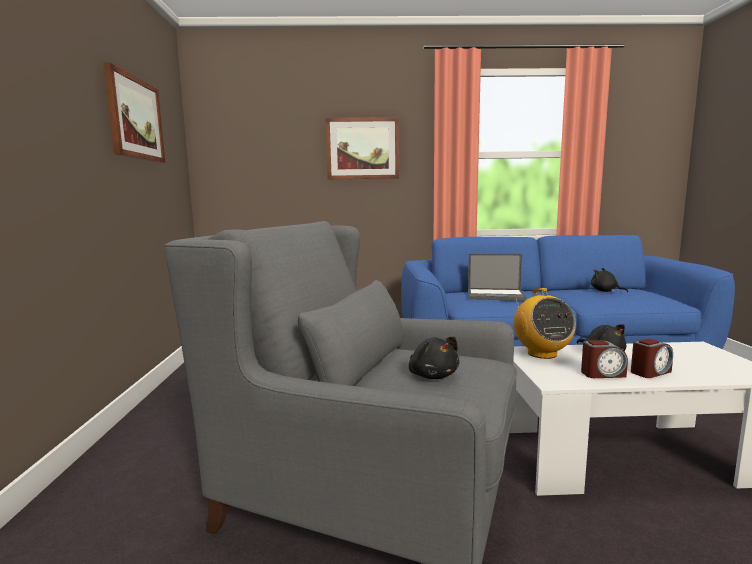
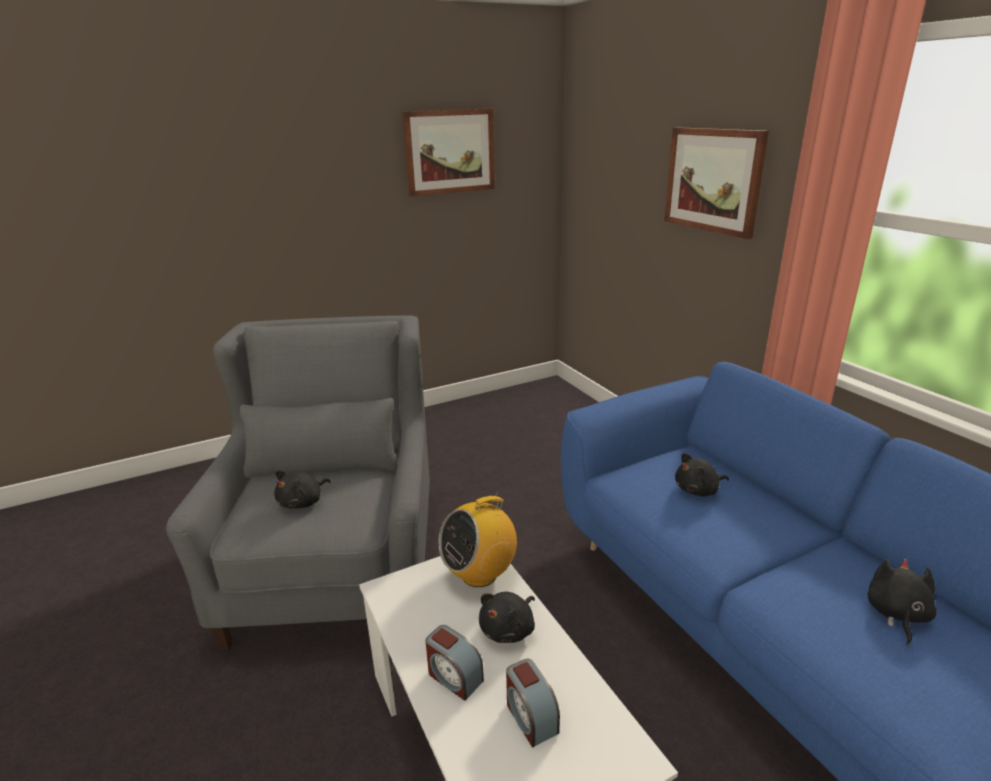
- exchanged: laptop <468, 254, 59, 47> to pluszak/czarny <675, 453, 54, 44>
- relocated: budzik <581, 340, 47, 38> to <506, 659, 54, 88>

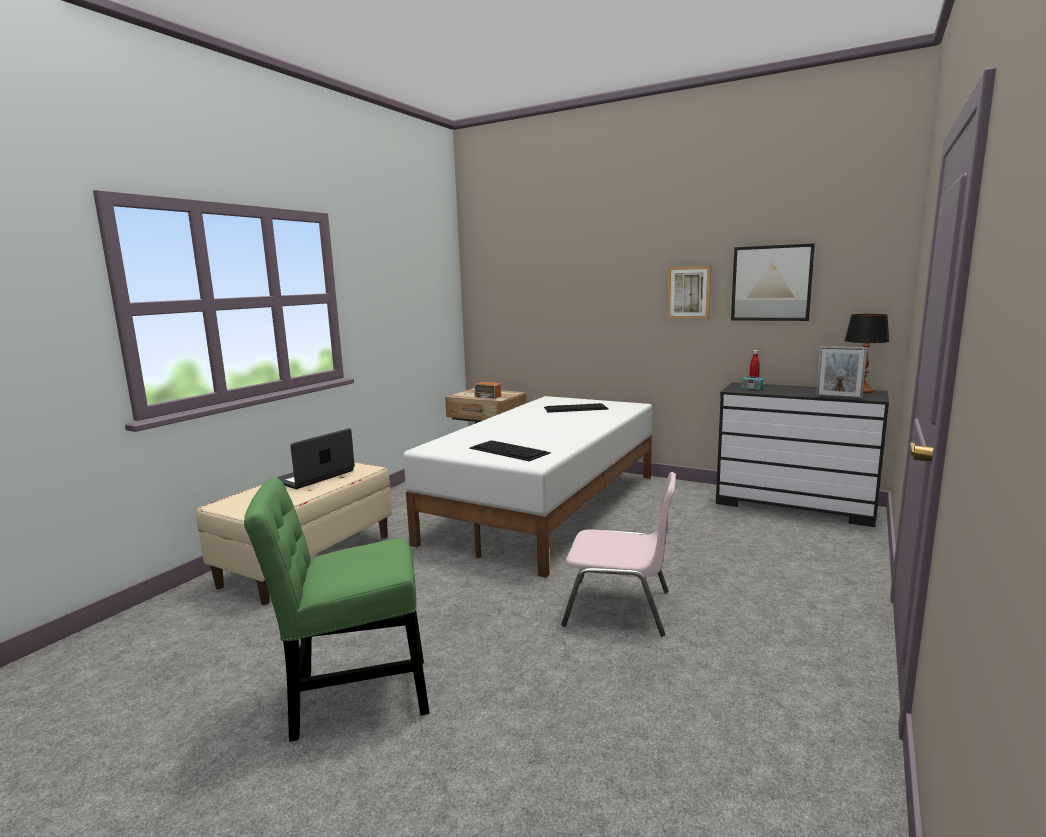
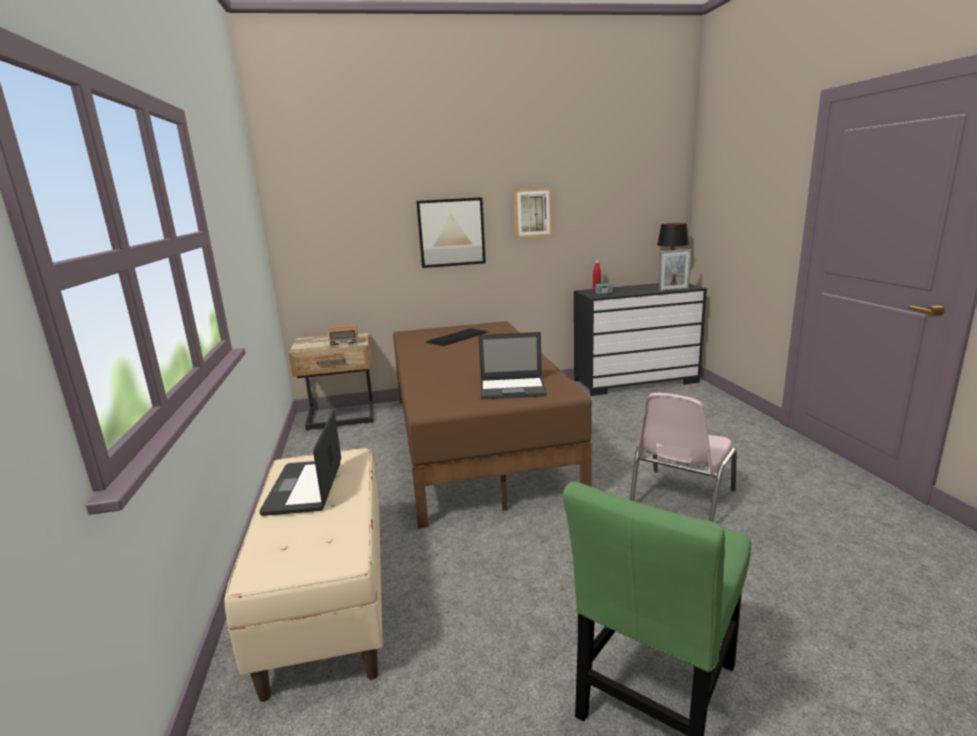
- relocated: obraz <731, 243, 84, 78> to <416, 197, 70, 71>
- colour: łóżko/biały <404, 396, 248, 182> to łóżko/brązowy <393, 321, 199, 208>
- exchanged: klawiatura <469, 440, 82, 21> to laptop <478, 332, 69, 68>
- spun: krzesło/różowy <561, 472, 115, 165> = <630, 393, 107, 129> 150 degrees clockwise

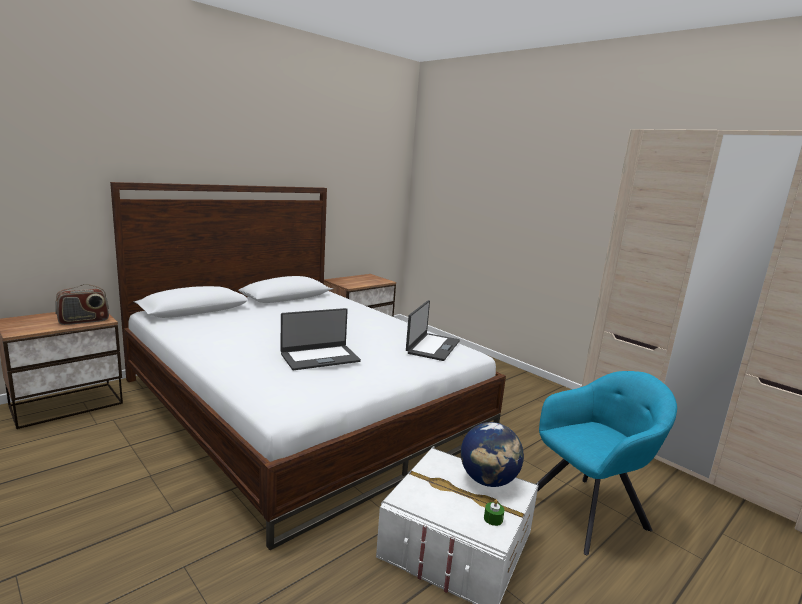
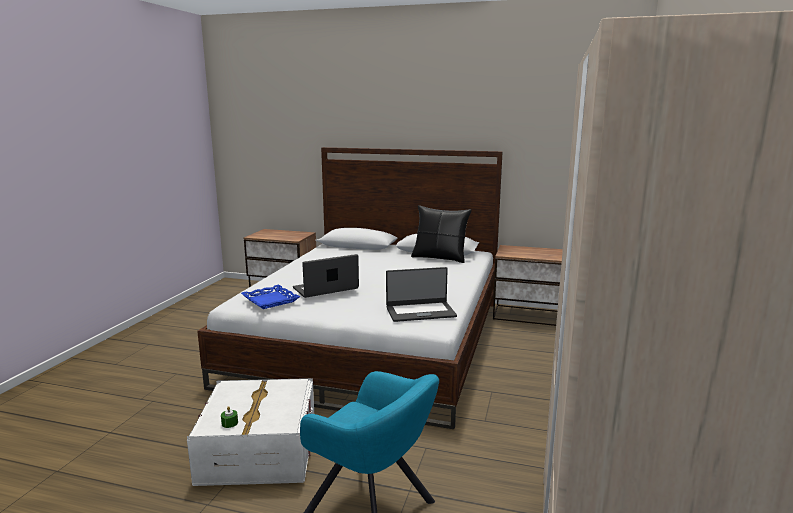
- missing: radio <55, 284, 54, 41>
- spun: laptop <280, 308, 81, 62> = <293, 254, 66, 44> 120 degrees clockwise
- missing: globus <461, 422, 63, 65>
- appeared: poduszka/czarny <411, 205, 61, 58>
- appeared: taca/niebieski <241, 285, 59, 24>

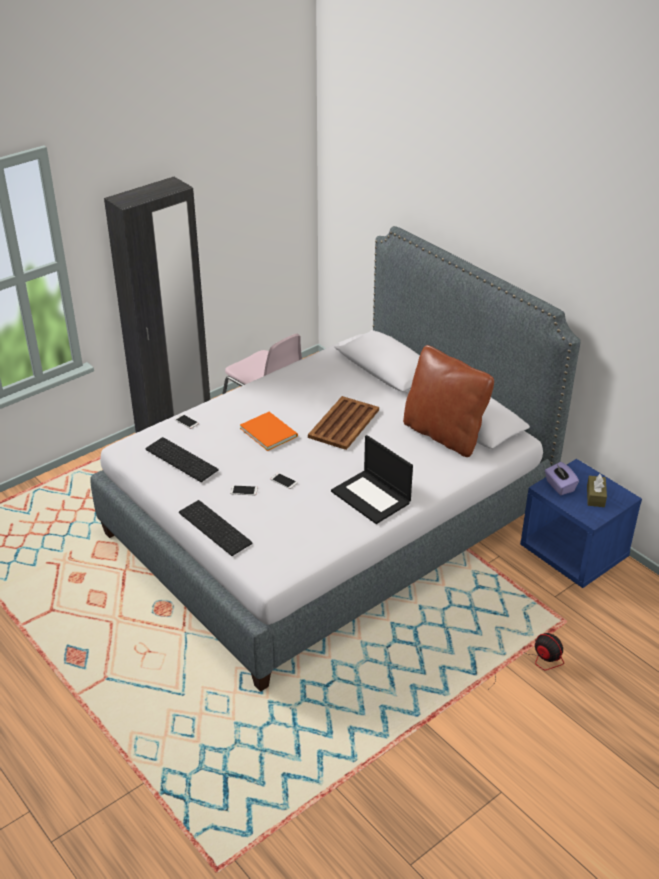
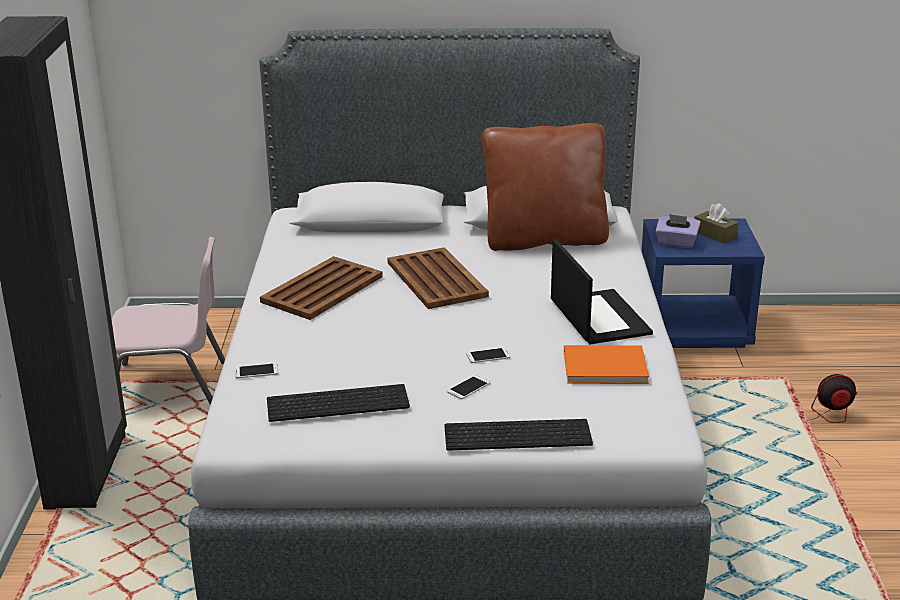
- relocated: książka/pomarańczowy <240, 412, 58, 39> to <564, 345, 85, 39>
- spun: laptop <331, 435, 82, 89> = <551, 239, 102, 105> 105 degrees counterclockwise
- appeared: taca/brązowy <260, 256, 123, 64>

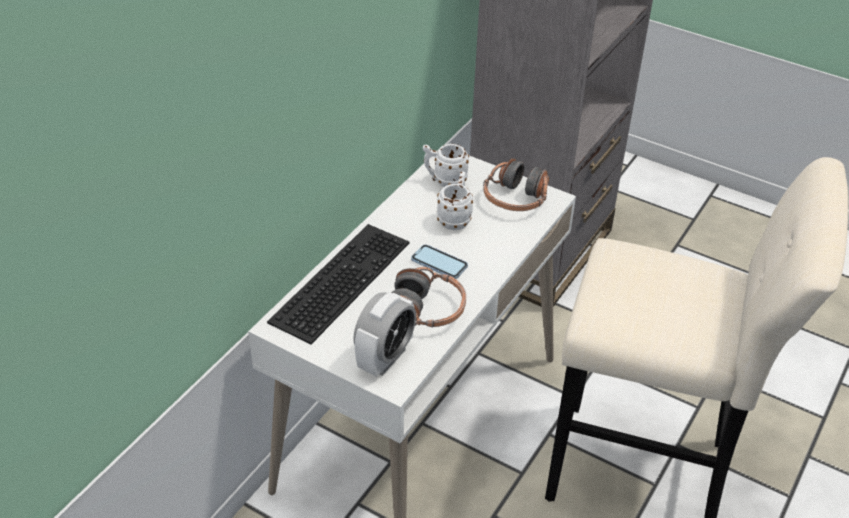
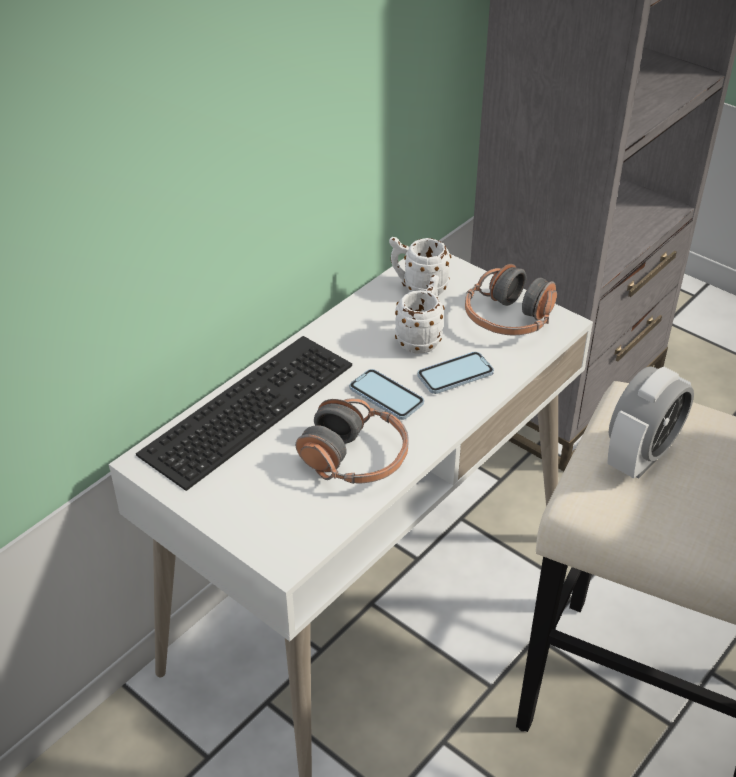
- relocated: budzik <353, 292, 63, 85> to <607, 366, 87, 113>
- appeared: telefon <417, 352, 77, 42>

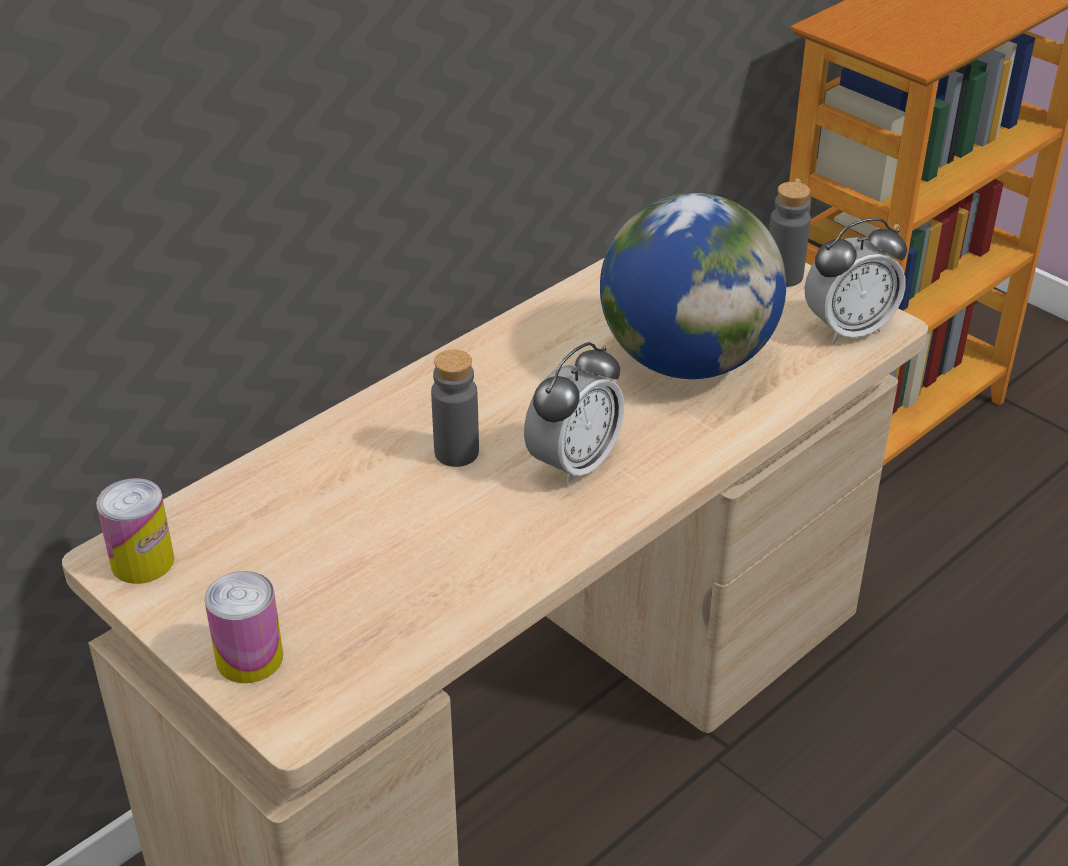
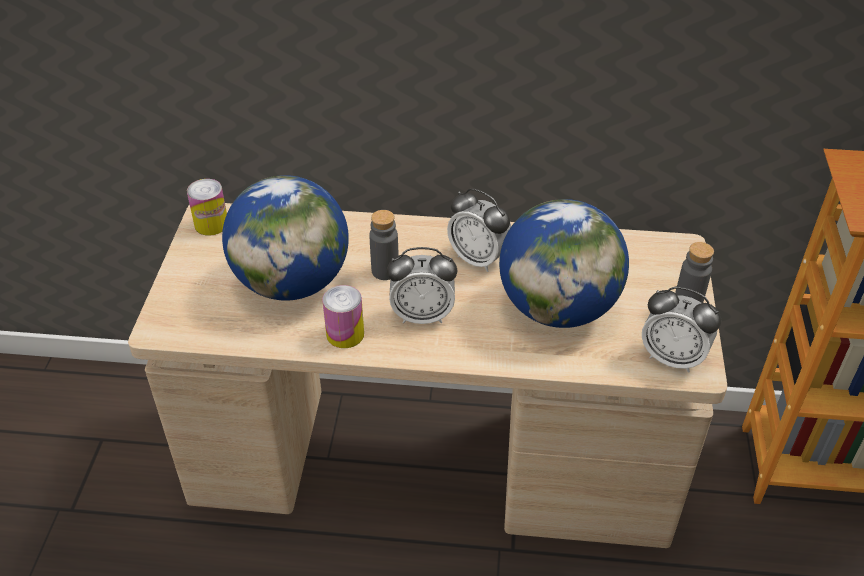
- relocated: puszka <204, 571, 79, 112> to <322, 285, 42, 63>
- appeared: globus <222, 175, 127, 126>
- appeared: budzik <447, 188, 64, 84>

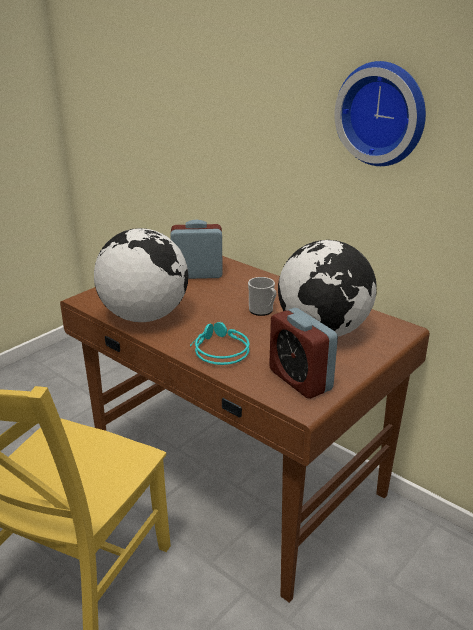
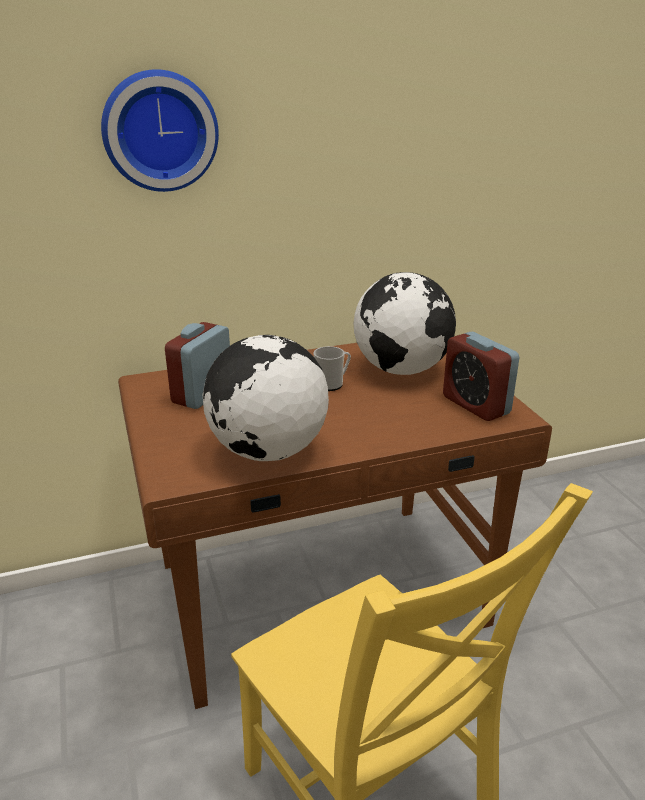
- relocated: zegar ścienny <334, 61, 92, 105> to <101, 69, 118, 123>
- spun: budzik <269, 308, 69, 91> = <443, 332, 76, 89> 60 degrees clockwise
- missing: słuchawki/turkusowy <190, 322, 60, 43>

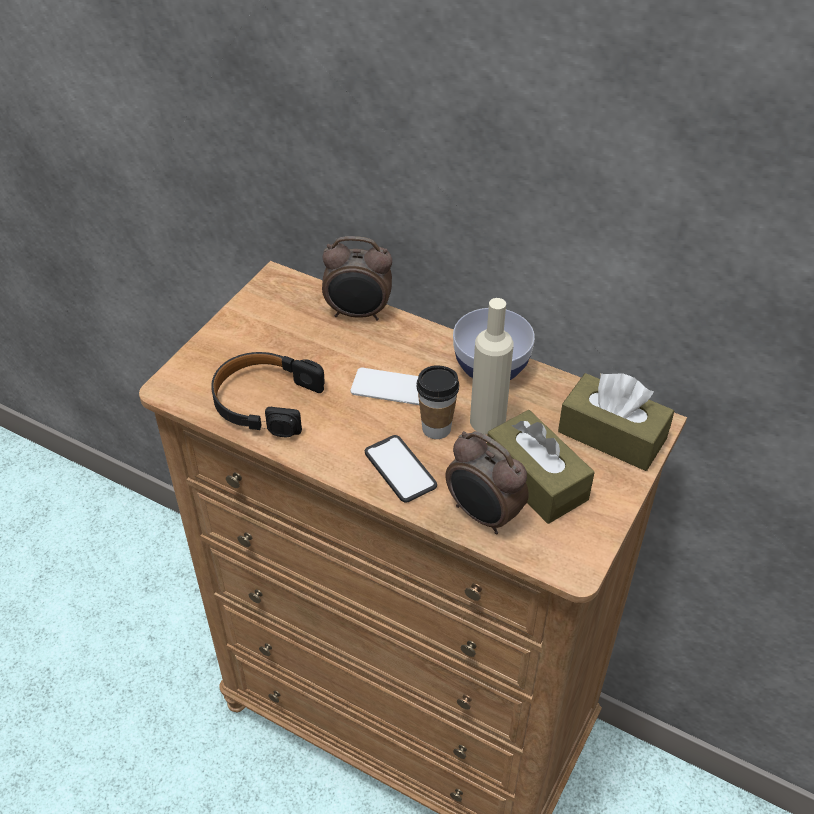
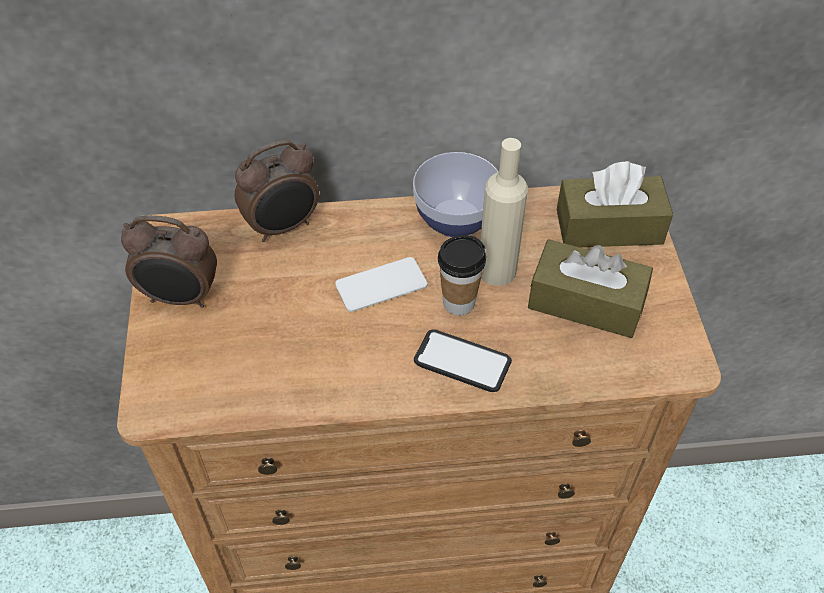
- missing: słuchawki/czarny <211, 352, 114, 85>
- relocated: budzik <446, 431, 83, 103> to <121, 215, 96, 93>

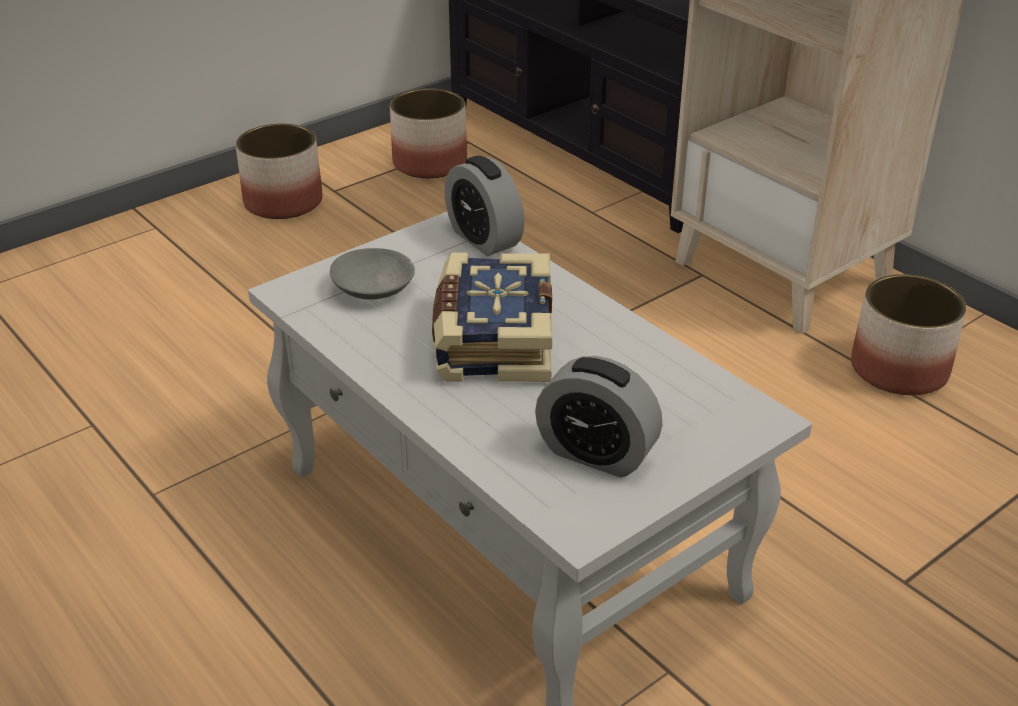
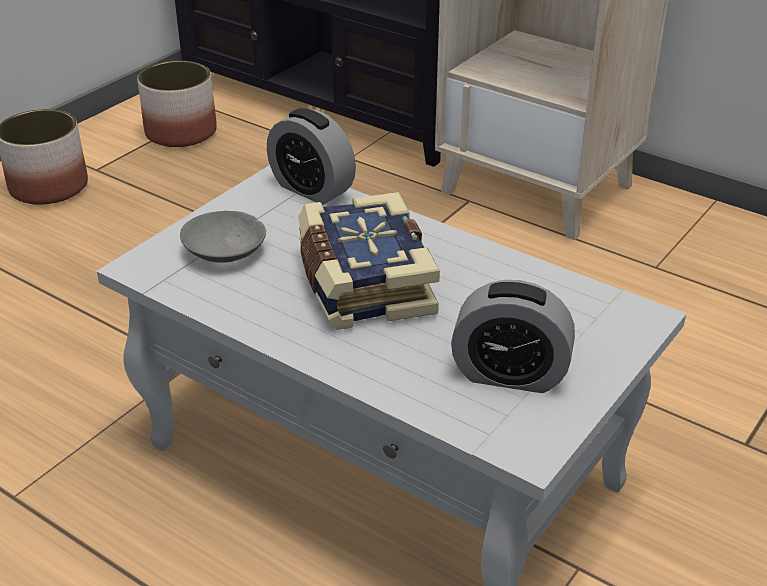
- missing: donica <851, 274, 116, 121>

